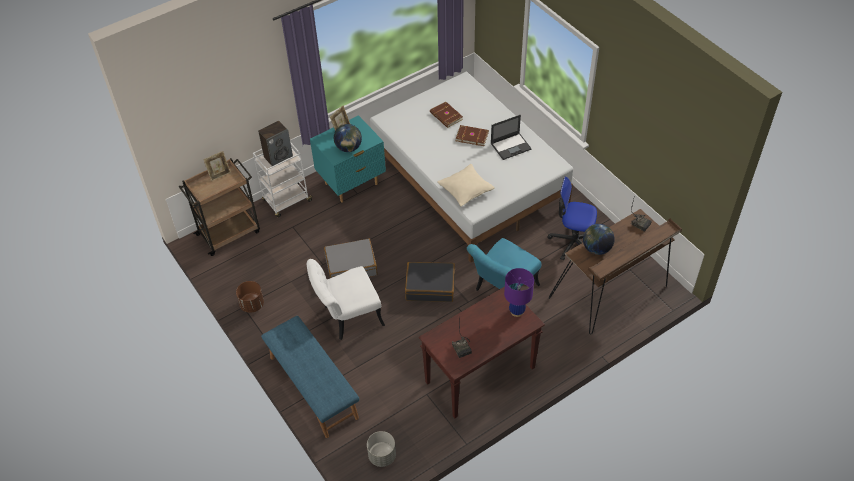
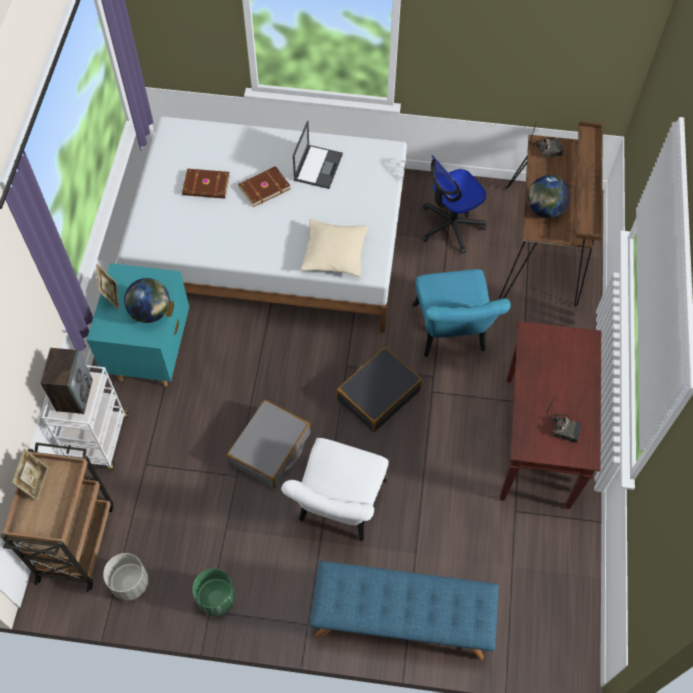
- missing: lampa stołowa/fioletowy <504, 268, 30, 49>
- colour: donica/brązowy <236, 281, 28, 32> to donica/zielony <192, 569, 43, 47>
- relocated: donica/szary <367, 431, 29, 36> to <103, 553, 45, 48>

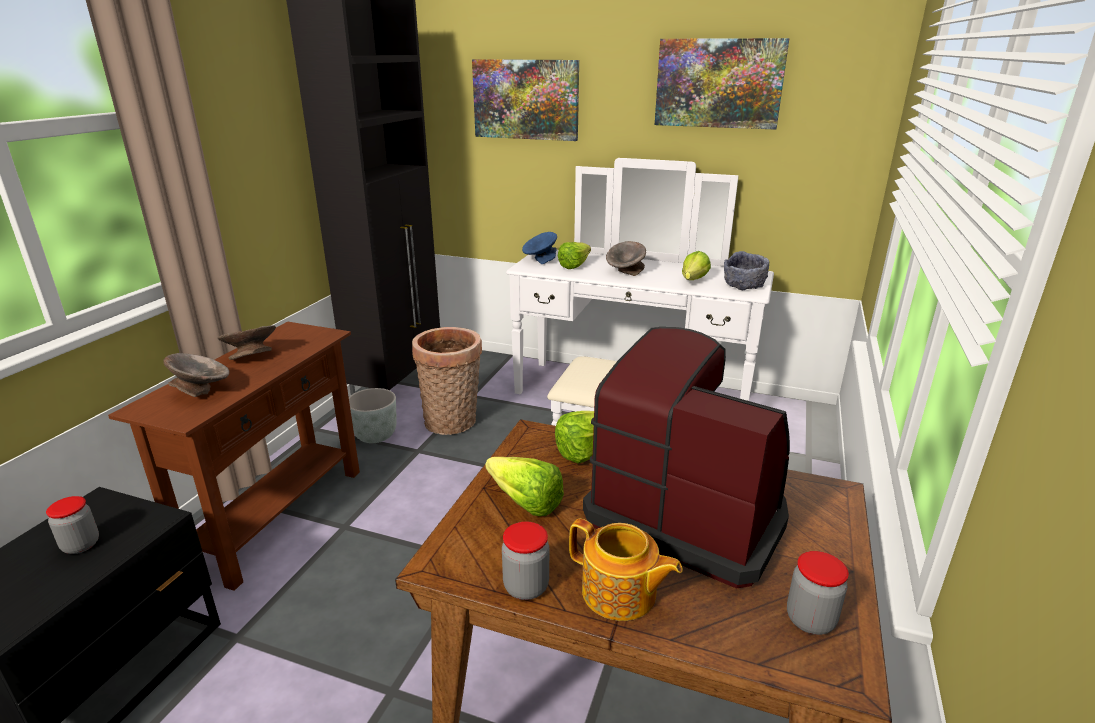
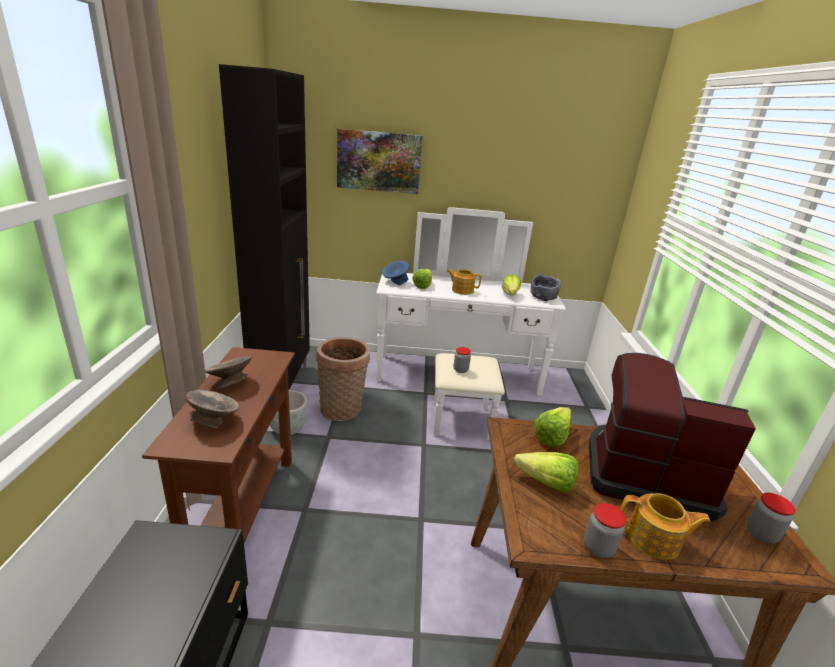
- missing: obraz <655, 38, 134, 92>
- exchanged: miska/szary <606, 241, 40, 35> to imbryk <447, 269, 34, 26>
- relocated: słoik <46, 496, 53, 58> to <454, 347, 17, 26>

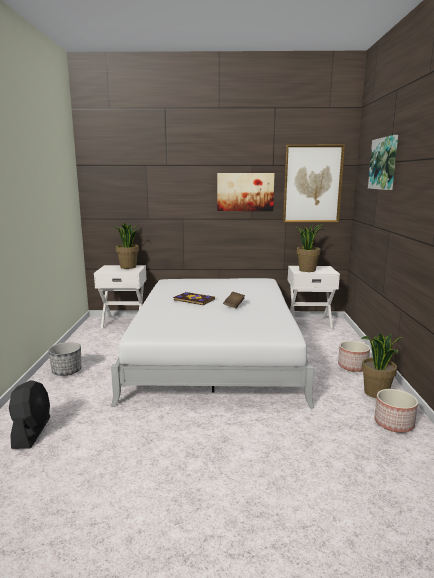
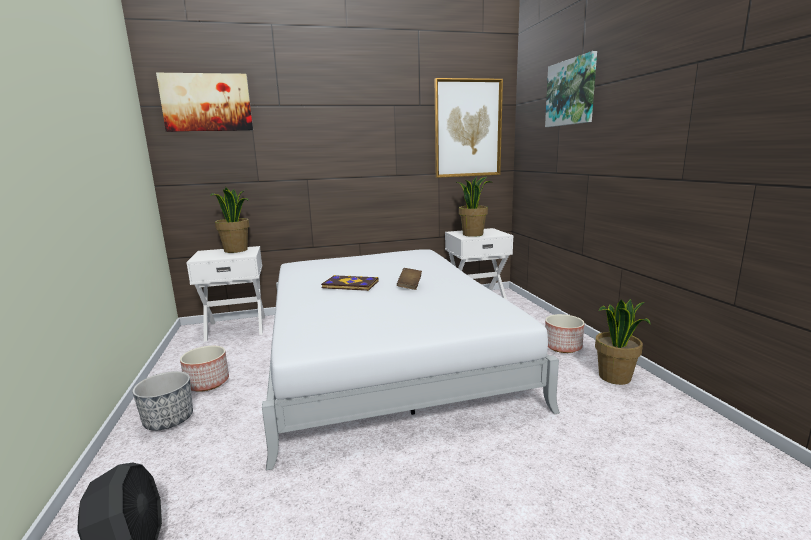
- relocated: obraz <217, 173, 58, 38> to <156, 73, 97, 59>
- relocated: donica <374, 389, 44, 44> to <180, 346, 49, 46>

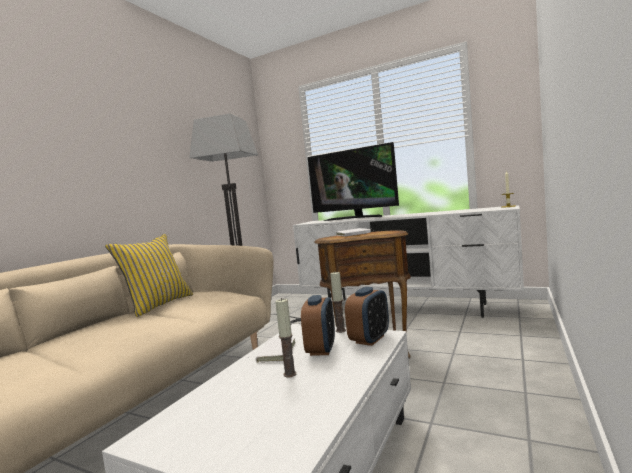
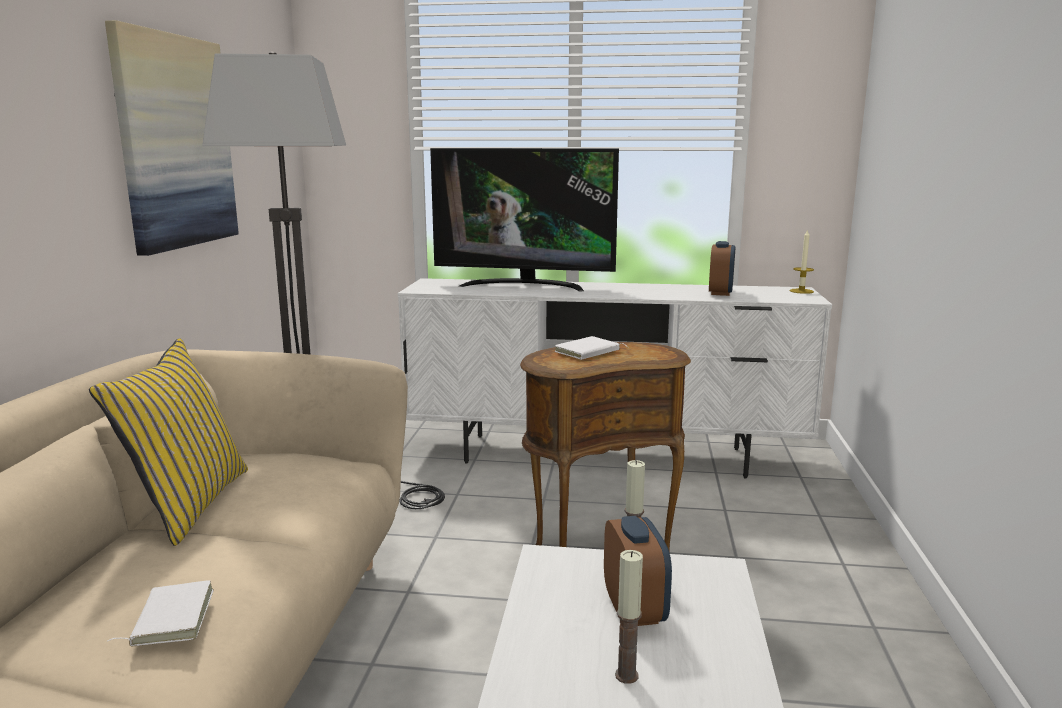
- relocated: budzik <345, 287, 44, 59> to <709, 241, 27, 55>
- relocated: książka/biały <247, 338, 49, 24> to <107, 580, 107, 66>
- appeared: obraz <105, 20, 134, 236>

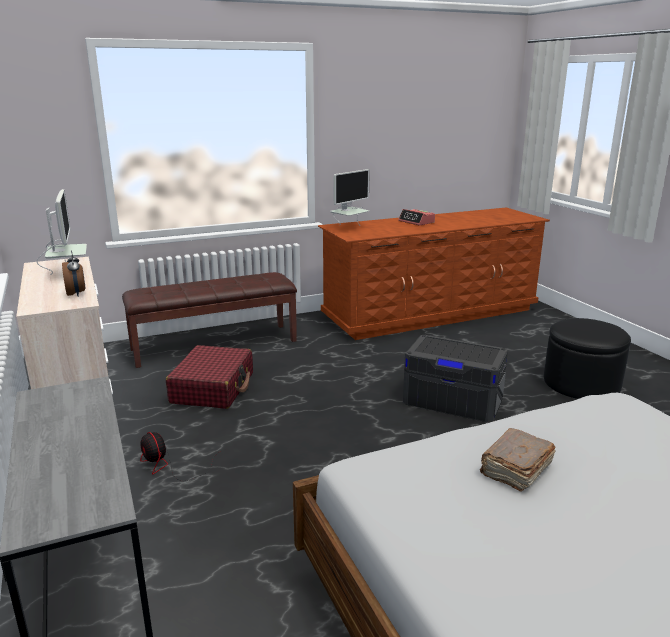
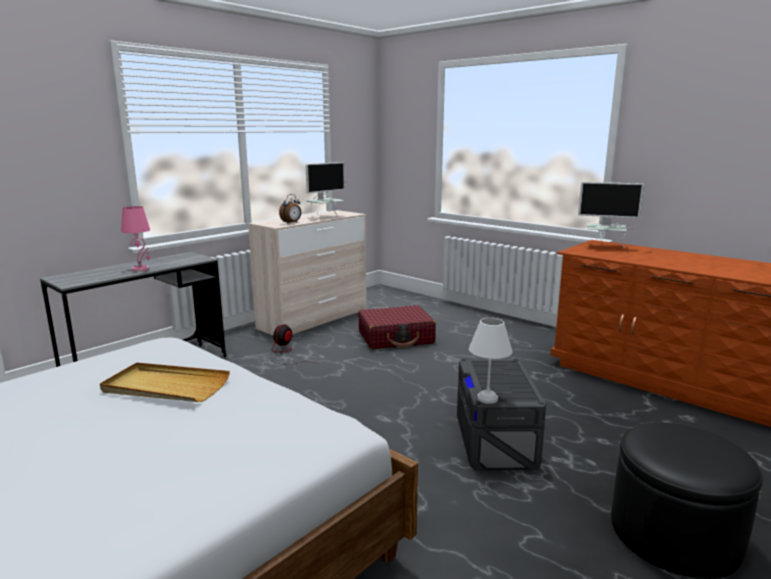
- missing: budzik <398, 209, 37, 17>
- missing: ławka/brązowy <122, 272, 175, 96>
- exchanged: książka/brązowy <480, 428, 76, 64> to taca/beżowy <100, 363, 130, 39>
- appeared: lampa stołowa/różowy <121, 206, 29, 66>
- appeared: lampa stołowa/biały <469, 318, 43, 86>

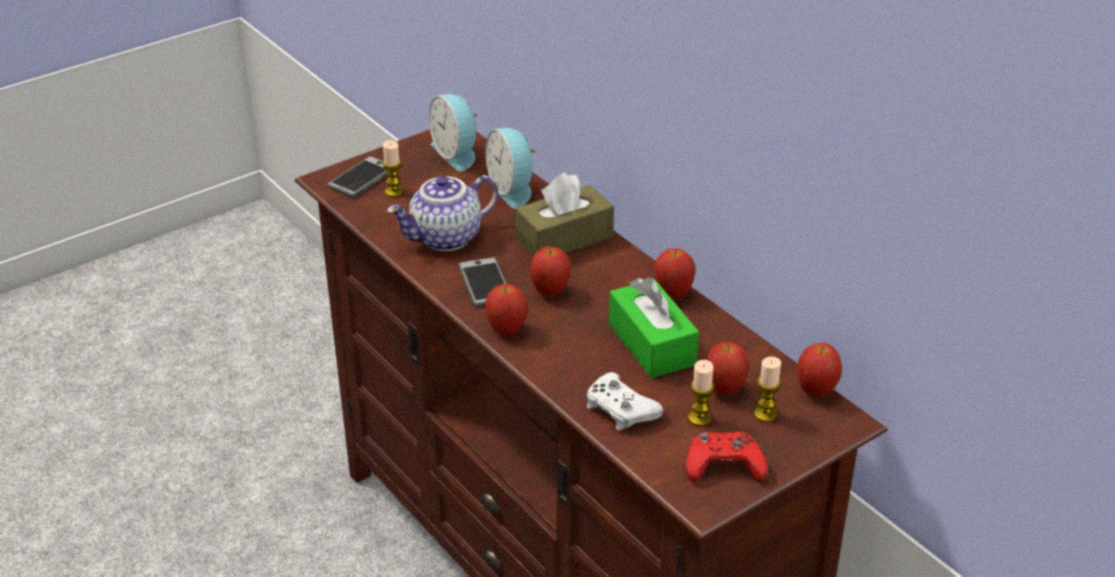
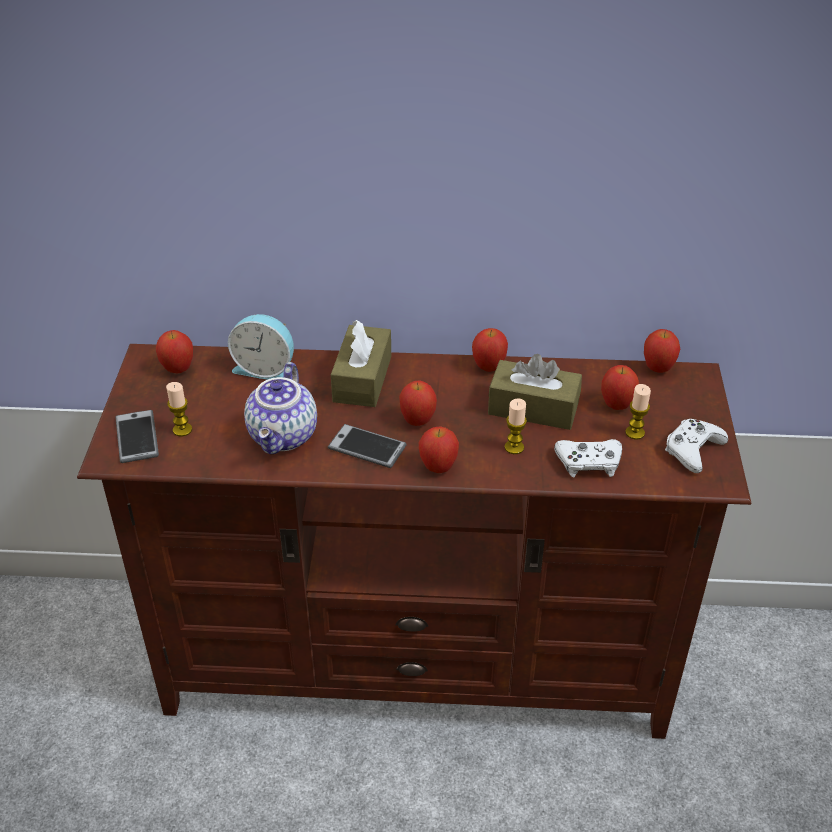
- exchanged: budzik <429, 94, 49, 77> to jabłko <156, 330, 37, 43>
- colour: pudełko chusteczek/zielony <609, 277, 90, 101> to pudełko chusteczek/brązowy <488, 354, 94, 76>
- relocated: świeca <754, 357, 27, 65> to <505, 398, 22, 56>
- colour: pad do gier/czerwony <686, 432, 82, 50> to pad do gier/biały <665, 419, 63, 54>

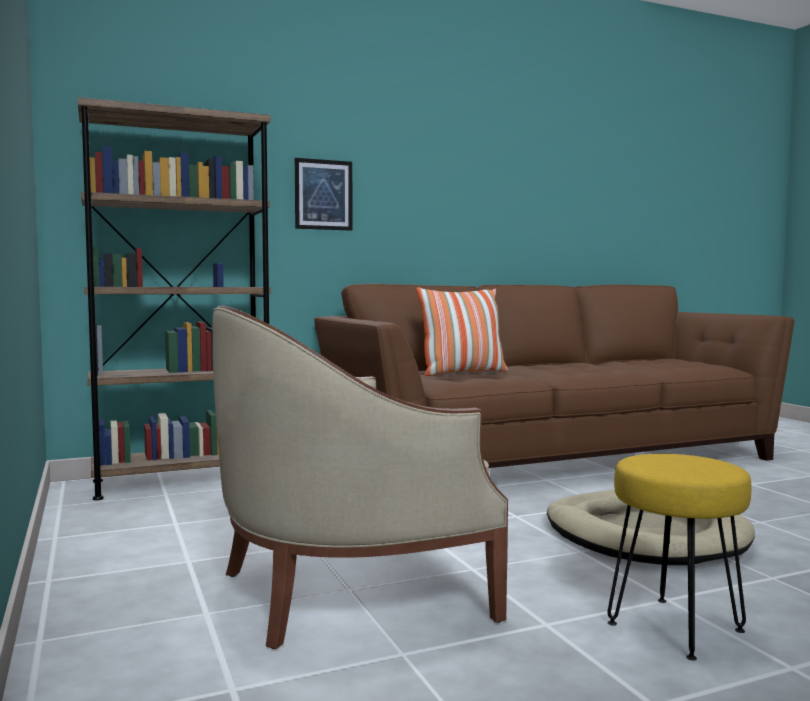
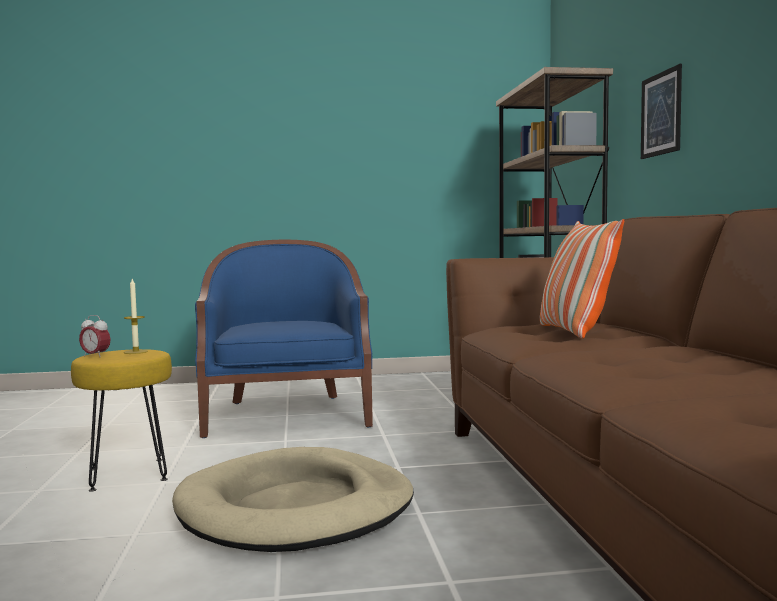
- colour: fotel/beżowy <212, 305, 296, 344> to fotel/niebieski <195, 240, 178, 198>
- appeared: świeca <124, 279, 24, 75>
- appeared: budzik <79, 315, 32, 42>

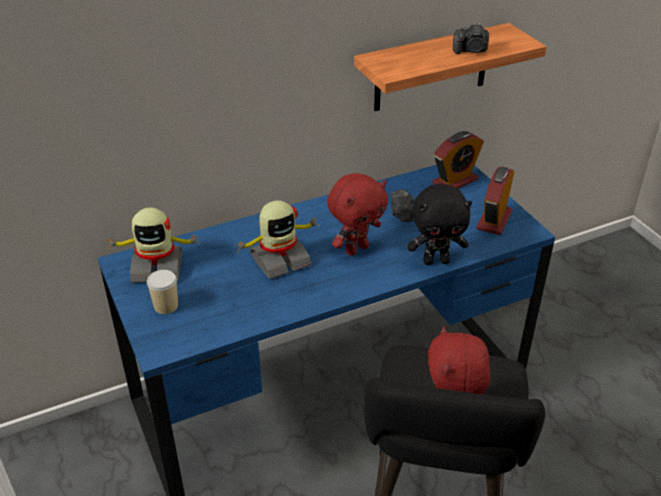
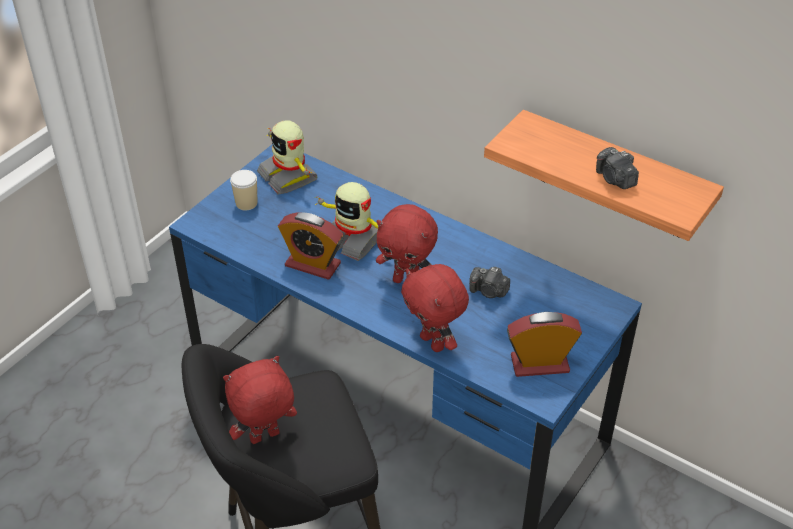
- relocated: budzik <432, 131, 52, 58> to <278, 213, 65, 67>
- colour: pluszak/czarny <407, 184, 65, 81> to pluszak/czerwony <401, 264, 68, 88>
- spun: aparat fotograficzny <391, 189, 23, 33> = <469, 267, 41, 31> 120 degrees counterclockwise

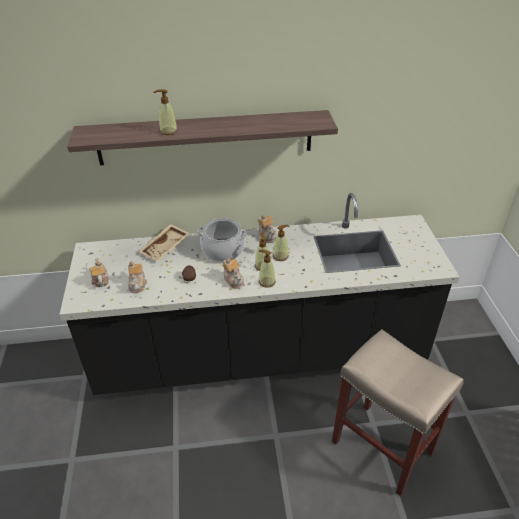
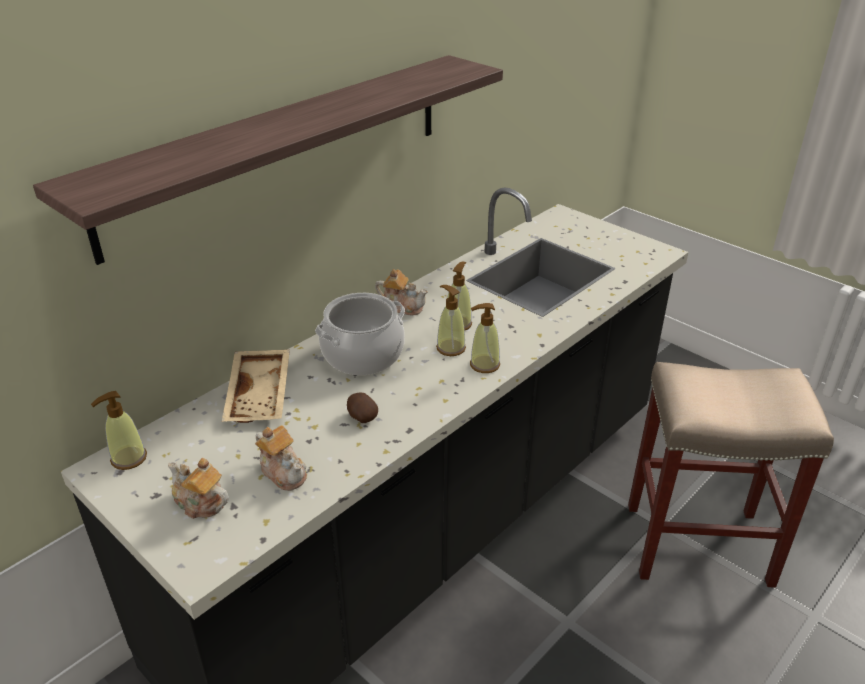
- relocated: dozownik mydła <153, 89, 25, 46> to <91, 391, 56, 79>
- missing: imbryk <222, 258, 22, 31>

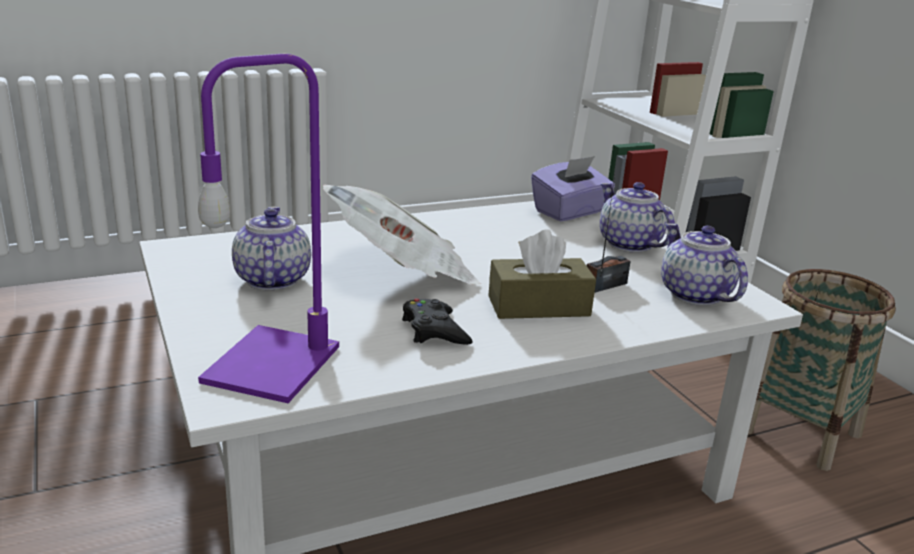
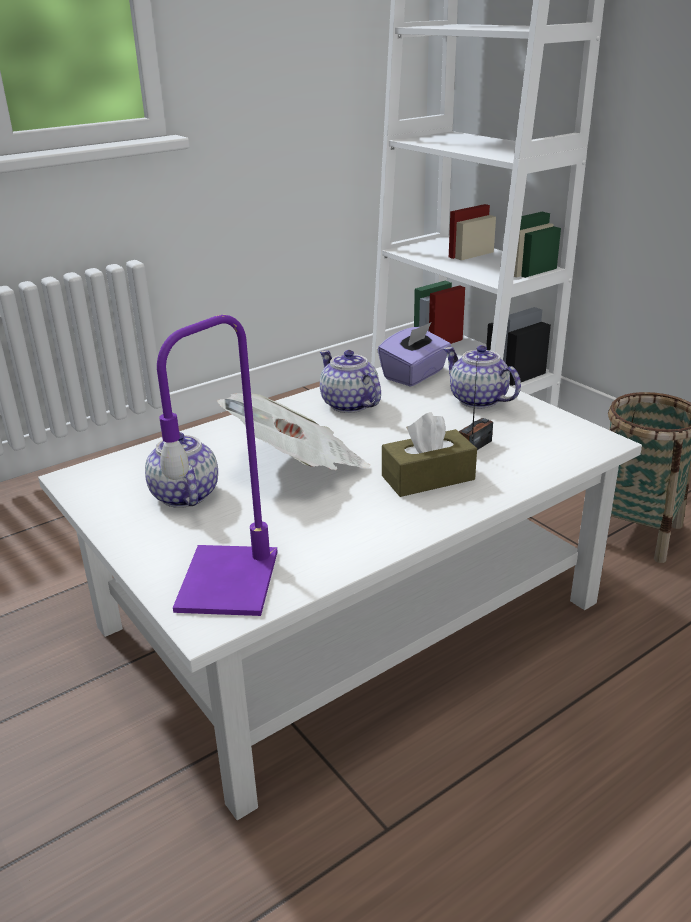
- relocated: imbryk <662, 223, 86, 83> to <320, 350, 61, 63>
- missing: pad do gier/czarny <402, 298, 71, 47>

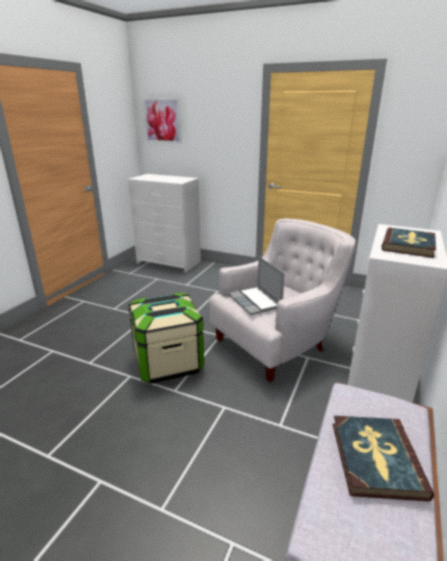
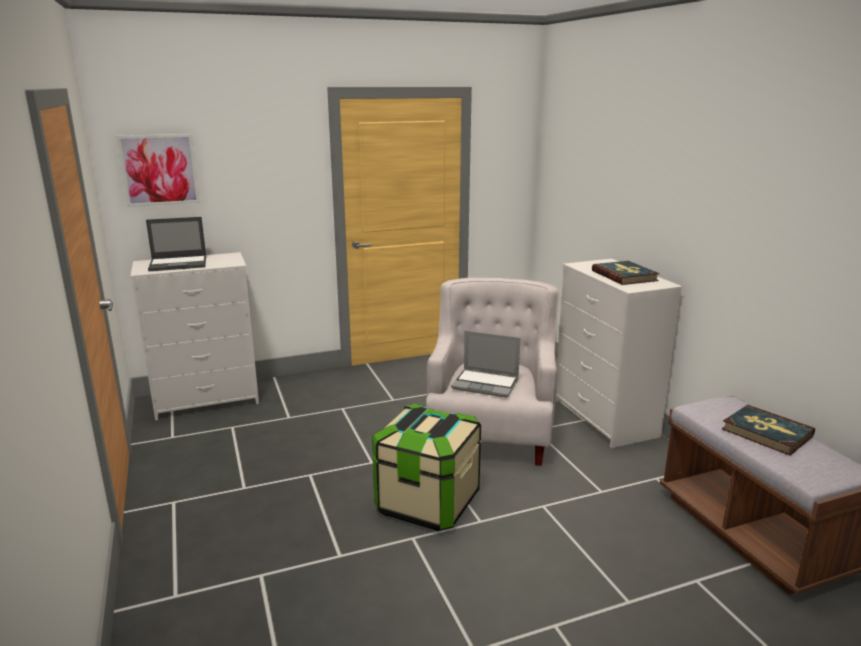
- appeared: laptop <146, 217, 60, 54>

